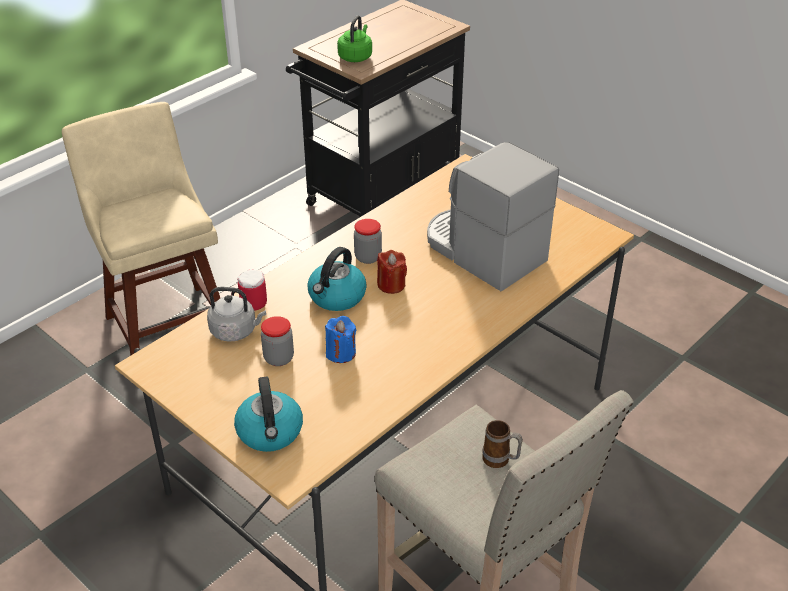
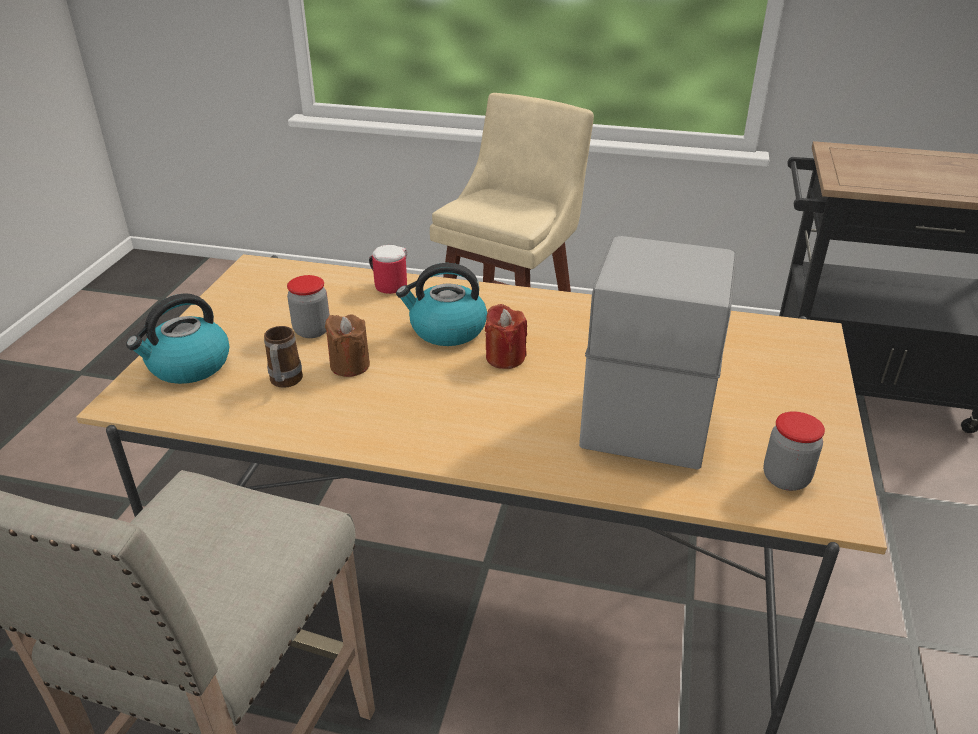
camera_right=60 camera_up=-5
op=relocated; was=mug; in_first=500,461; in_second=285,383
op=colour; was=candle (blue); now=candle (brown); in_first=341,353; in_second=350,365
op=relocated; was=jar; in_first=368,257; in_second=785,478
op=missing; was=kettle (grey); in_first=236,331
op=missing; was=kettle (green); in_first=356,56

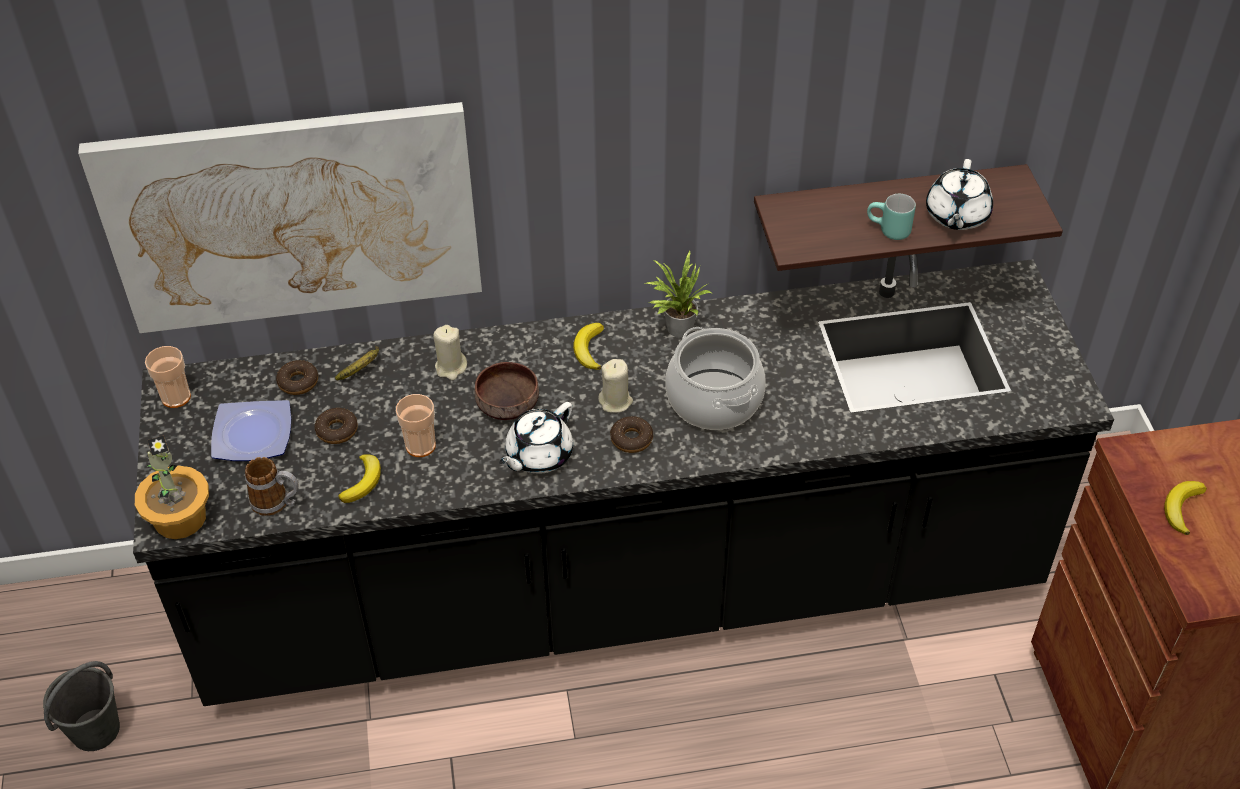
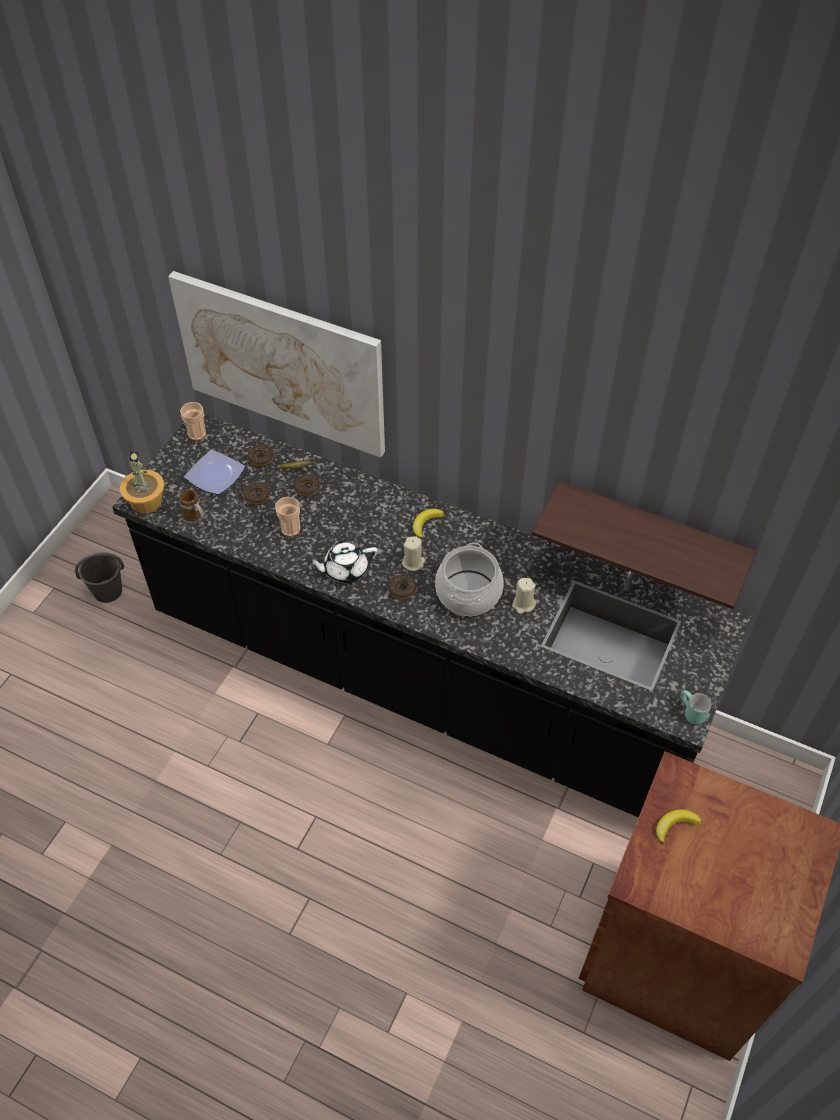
camera_right=35 camera_up=5
op=appeared; now=donut; in_second=307,488
op=relocated; was=candle (beige); in_first=451,367; in_second=523,604
op=relocated; was=mug (turquoise); in_first=888,231; in_second=690,713
op=missing; was=banana; in_first=363,481
op=missing; was=bowl (brown); in_first=507,402
op=missing; was=potted plant; in_first=676,328
op=missing; was=teapot (white); in_first=956,216

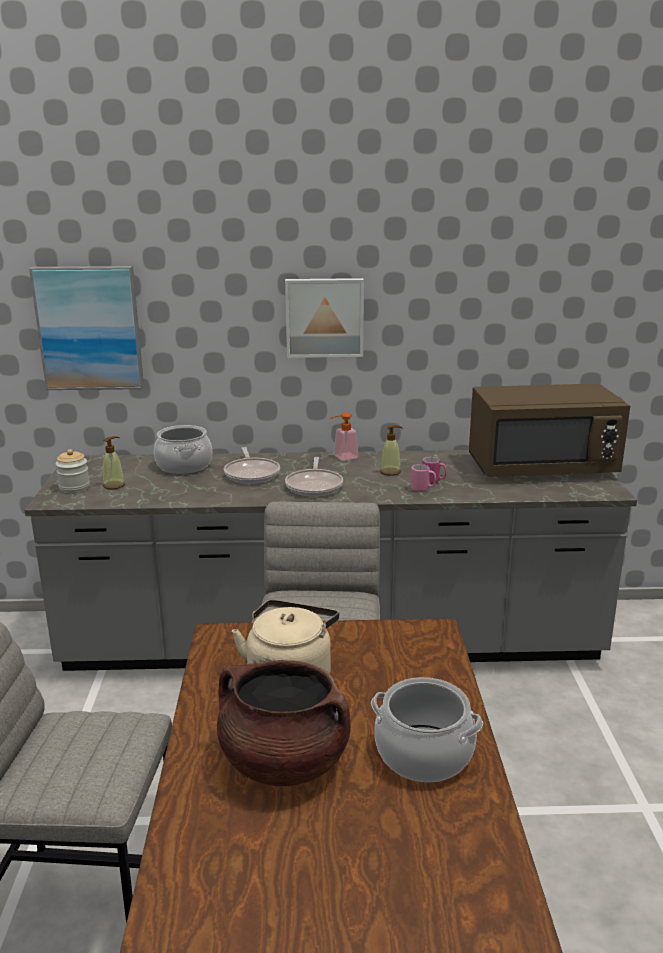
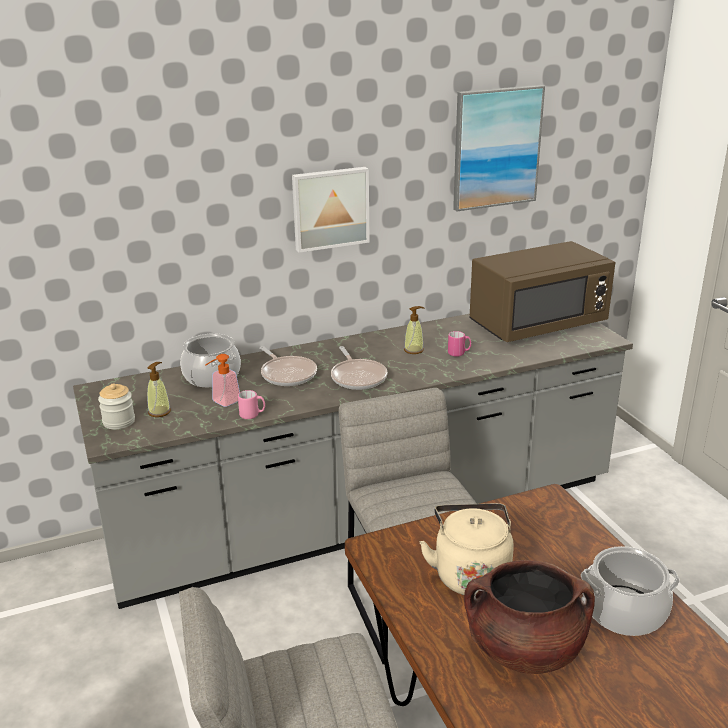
camera_right=-20 camera_up=5
op=relocated; was=soap dispenser; in_first=342,458; in_second=222,402
op=relocated; was=mug (pink); in_first=423,489; in_second=252,415
op=relocated; was=picture; in_first=89,328; in_second=496,147

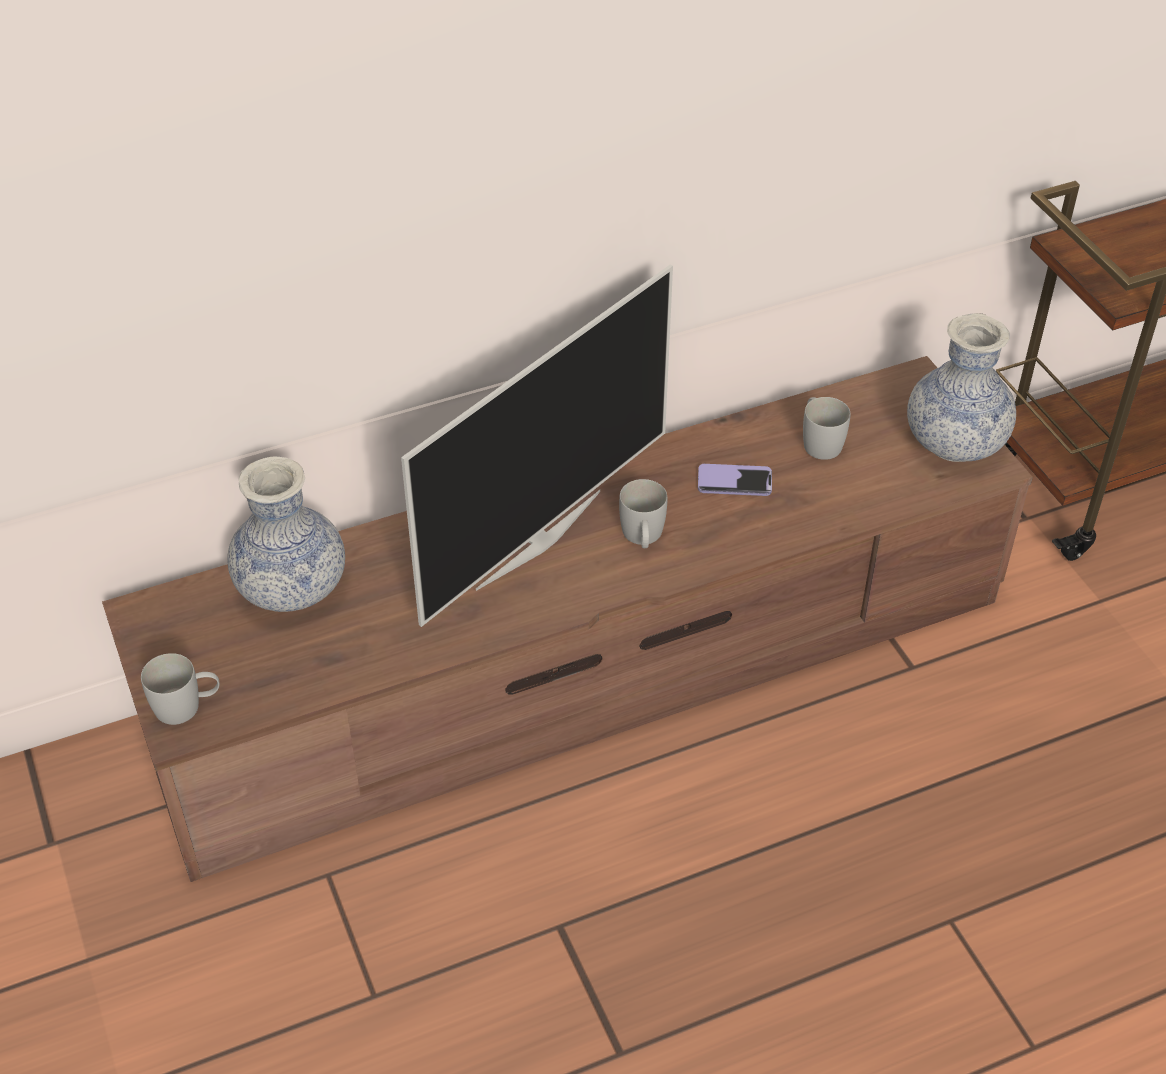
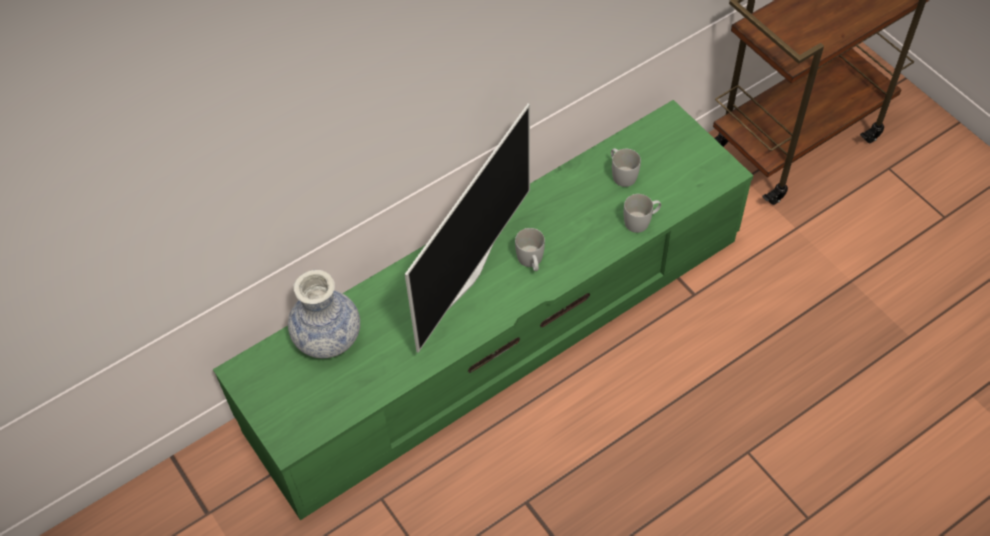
camera_right=-10 camera_up=10
op=colour; was=tv stand (brown); now=tv stand (green); in_first=583,660; in_second=497,328
op=relocated; was=mug (white); in_first=187,706; in_second=641,221
op=missing; was=phone; in_first=734,482
op=missing; was=vase; in_first=954,442

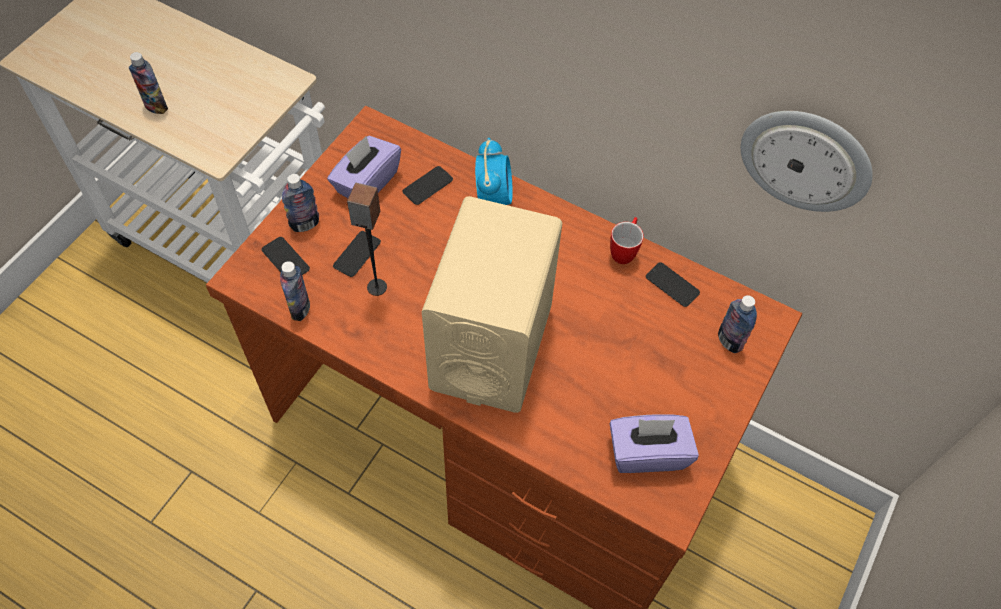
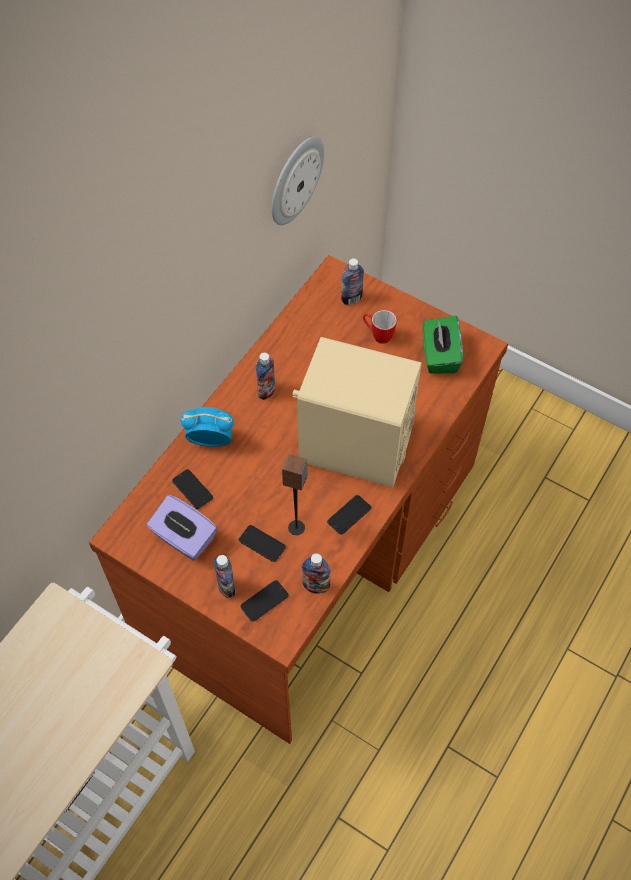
camera_right=-85 camera_up=0
op=relocated; was=bottle; in_first=156,107; in_second=266,391
op=relocated; was=phone; in_first=672,285; in_second=349,515
op=relocated; was=mug; in_first=624,251; in_second=378,335
op=colour; was=tissue box (purple); now=tissue box (green); in_first=647,452; in_second=439,356

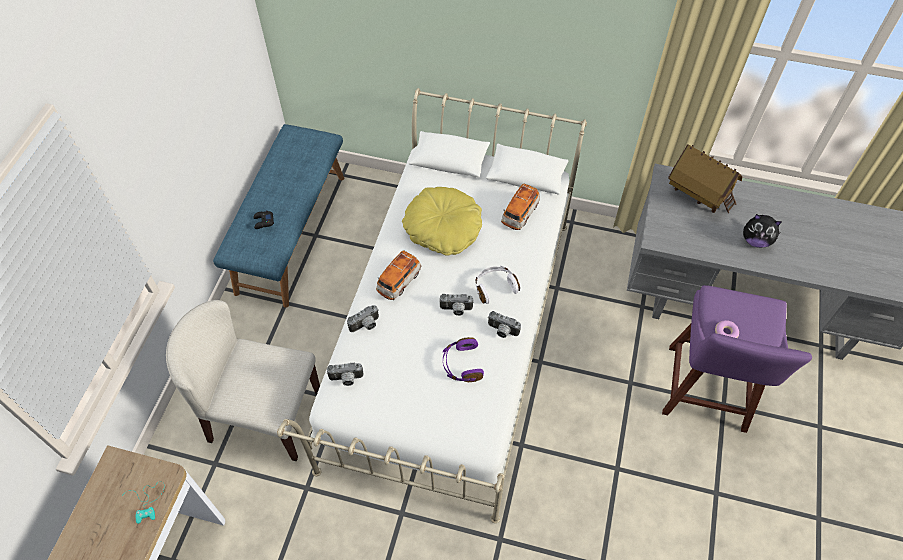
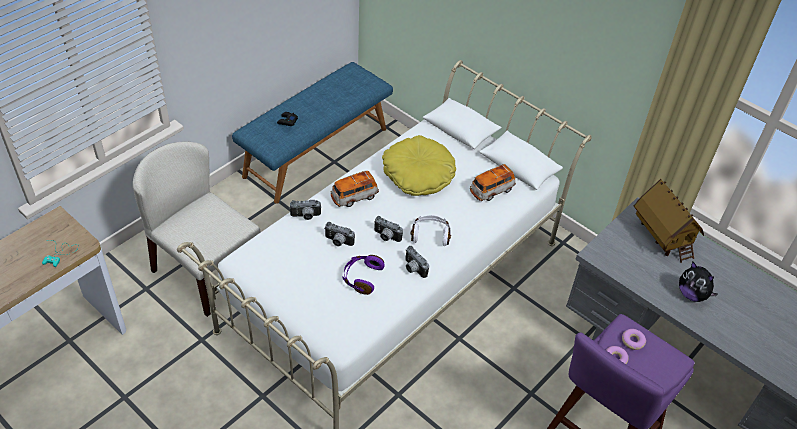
camera_right=25 camera_up=-10
op=relocated; was=photo camera; in_first=346,379; in_second=338,242
op=appeared; now=donut; in_second=633,341

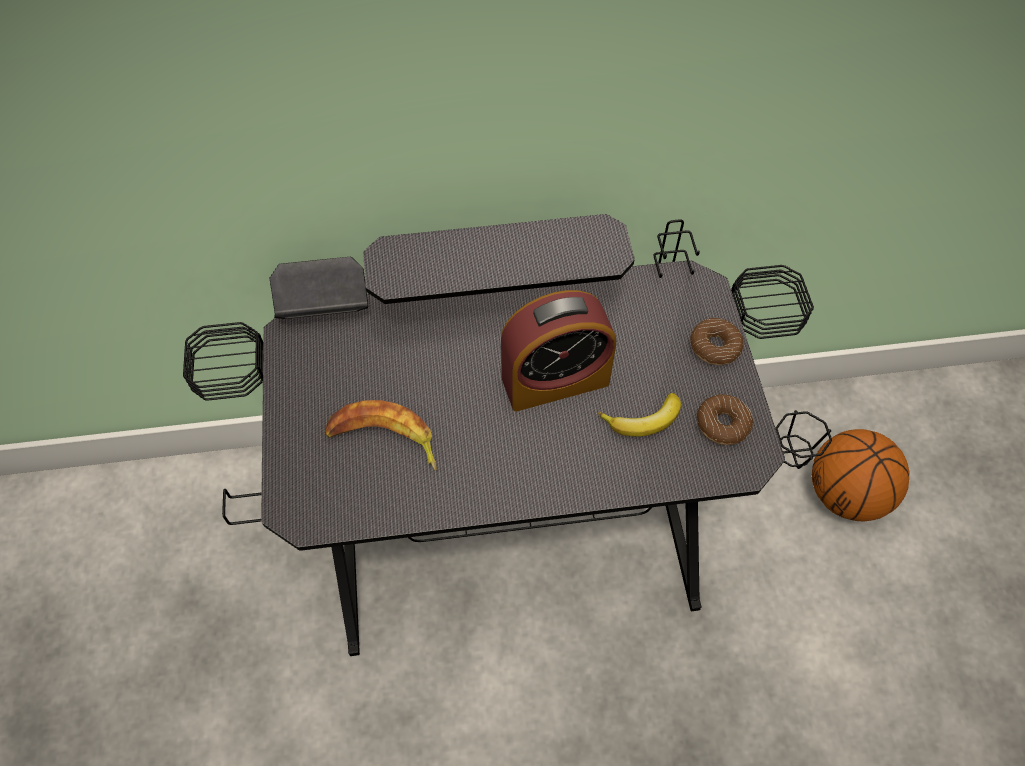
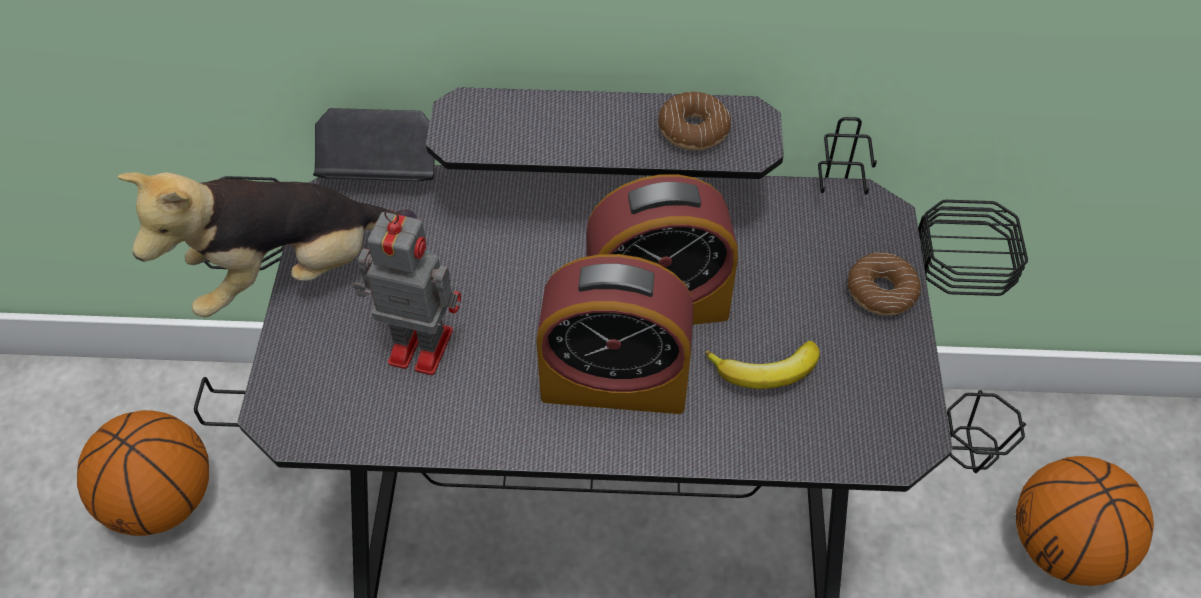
camera_right=10 camera_up=-5
op=appeared; now=basketball; in_second=163,500
op=appeared; now=plush toy; in_second=291,274
op=exchanged; was=banana; now=toy robot; in_first=384,440; in_second=417,346
op=appeared; now=alarm clock; in_second=614,382
op=relocated; was=donut; in_first=722,424; in_second=693,130

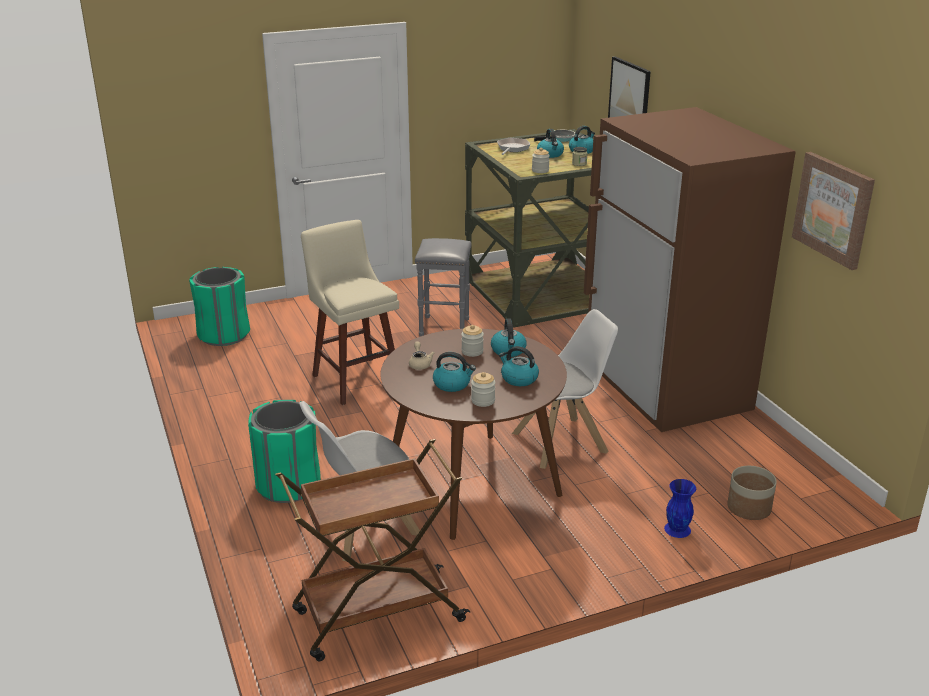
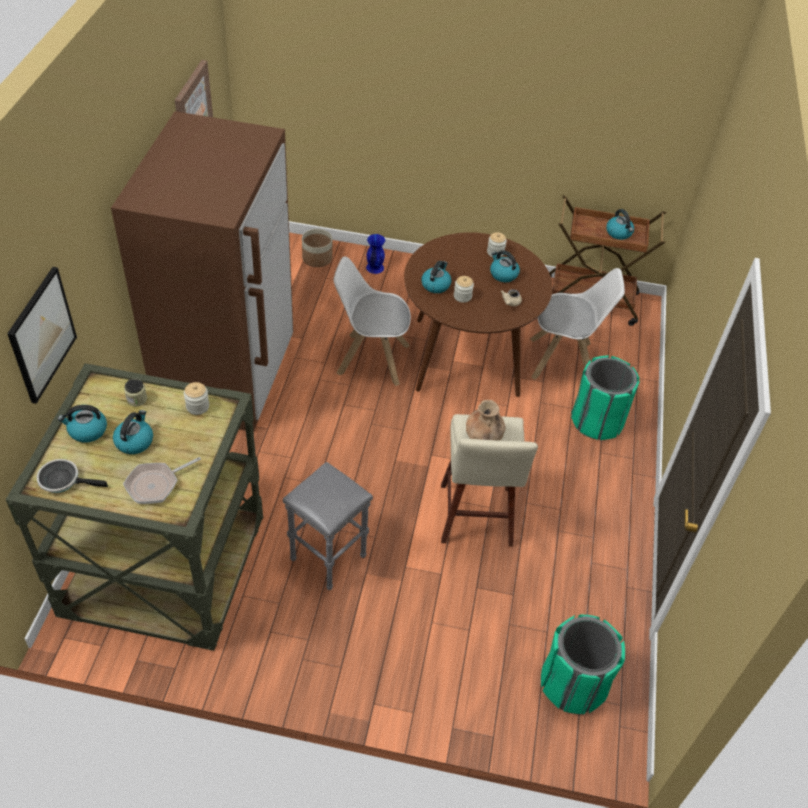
camera_right=-150 camera_up=20
op=appeared; now=vase (brown); in_second=483,439
op=relocated; was=kettle; in_first=518,379; in_second=619,233

